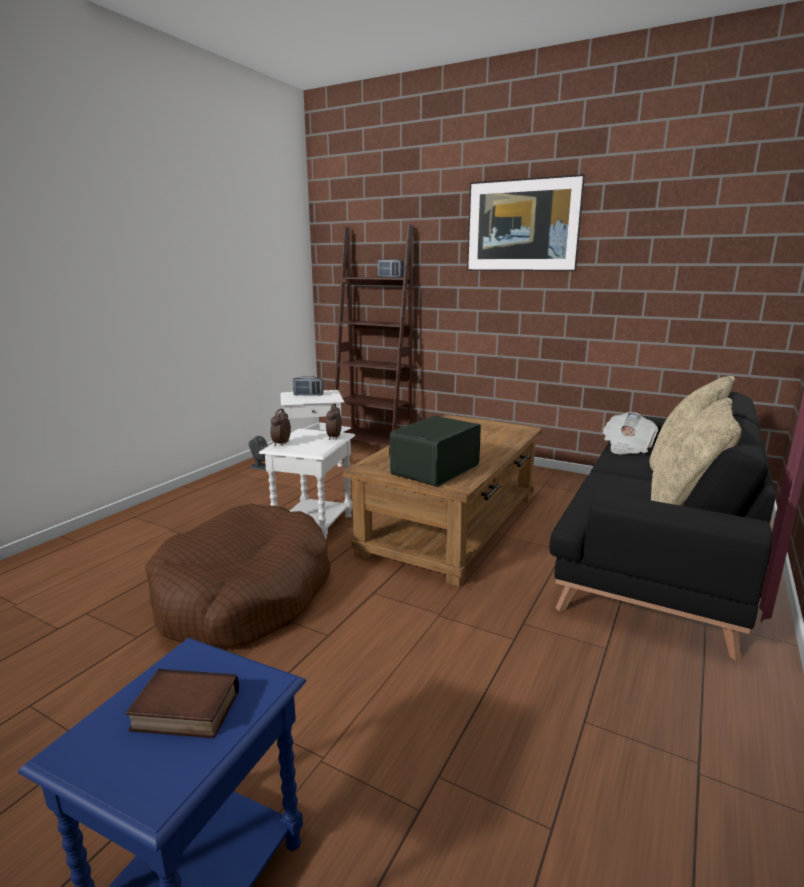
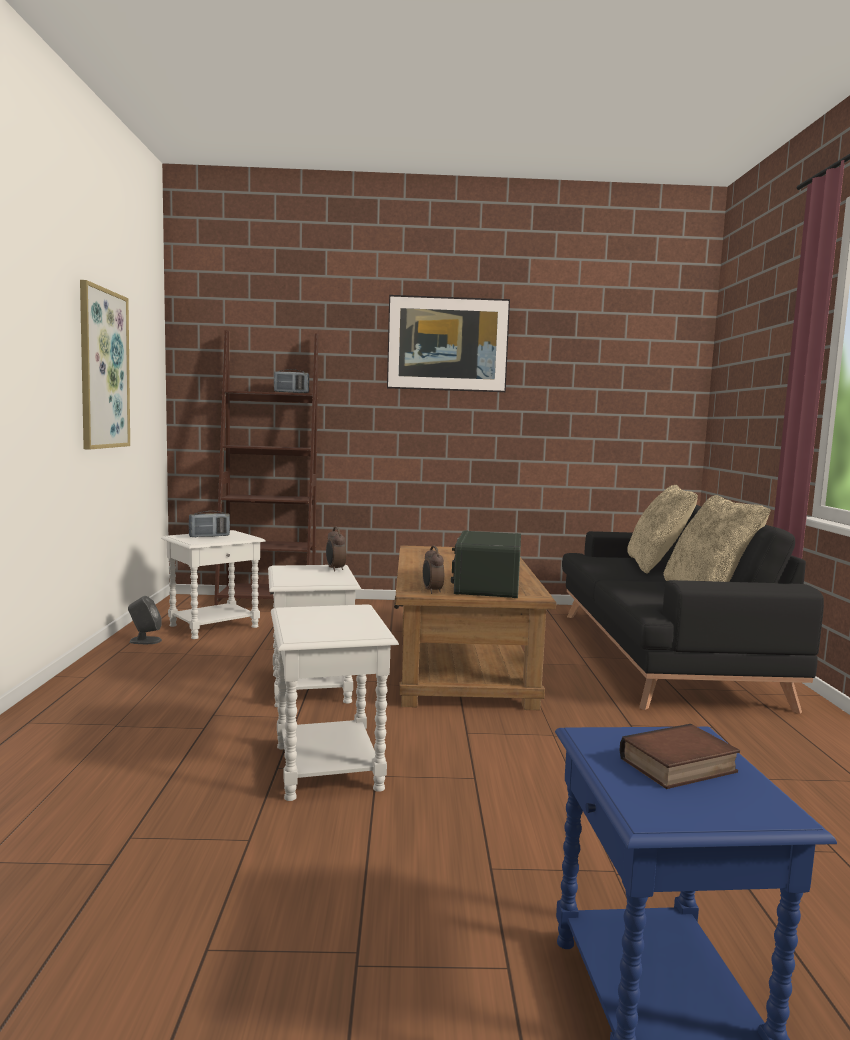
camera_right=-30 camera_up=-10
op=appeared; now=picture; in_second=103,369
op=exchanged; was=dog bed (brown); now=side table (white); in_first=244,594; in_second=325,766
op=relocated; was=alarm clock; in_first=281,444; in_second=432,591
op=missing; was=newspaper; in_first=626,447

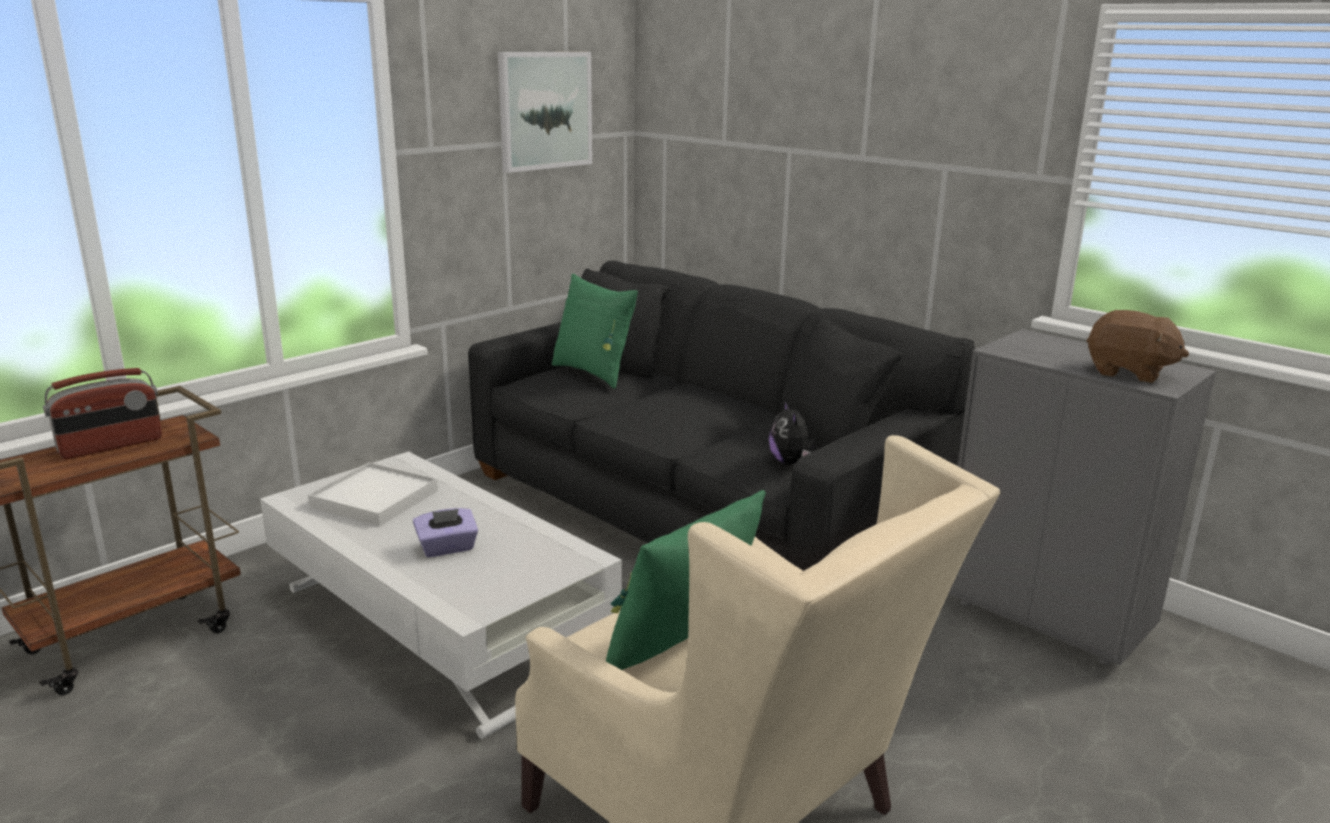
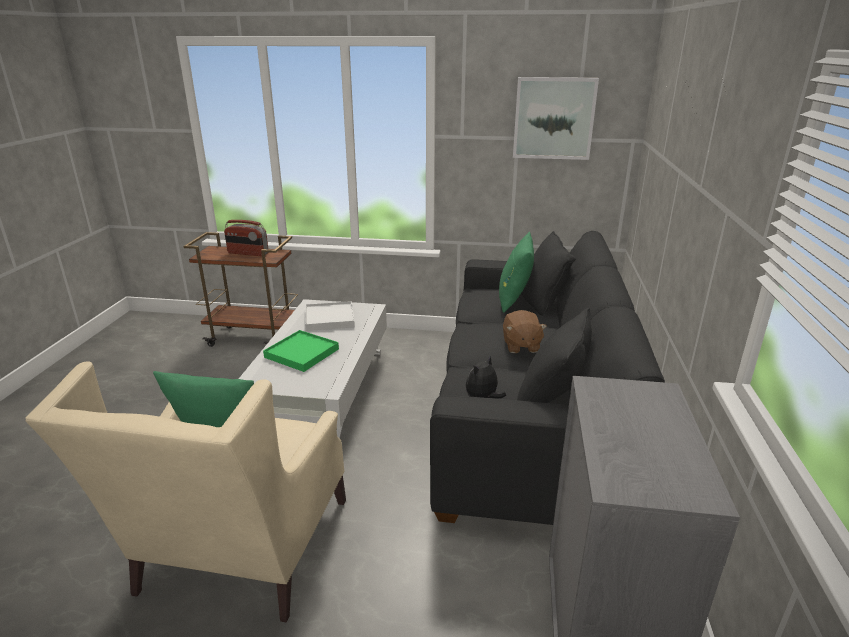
camera_right=55 camera_up=5
op=exchanged; was=tissue box (purple); now=tray (green); in_first=447,548; in_second=302,353
op=relocated; was=plush toy (brown); in_first=1128,373; in_second=521,346

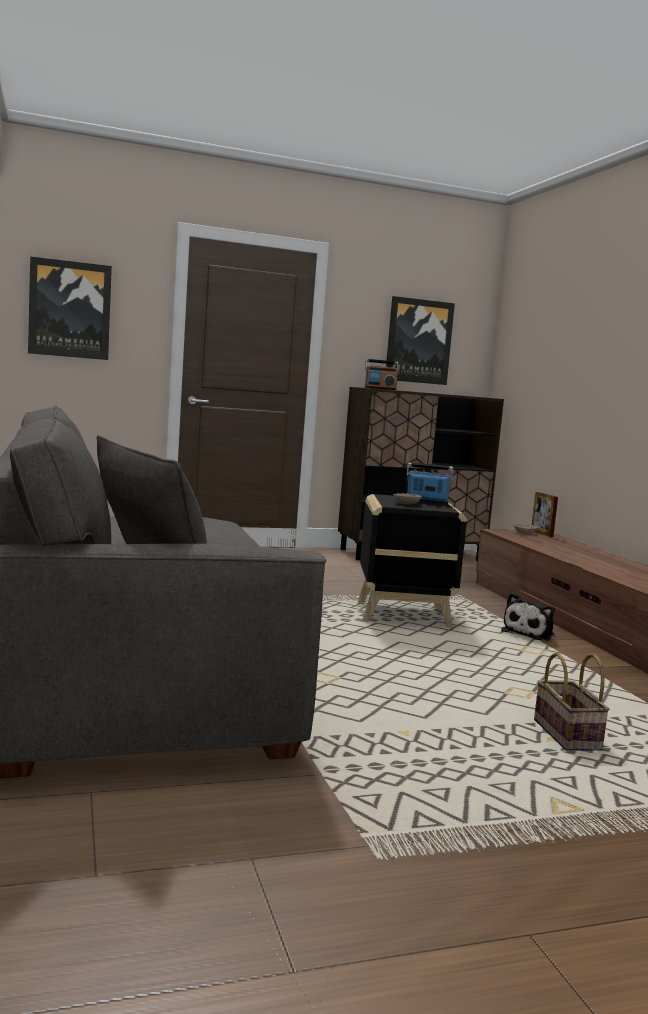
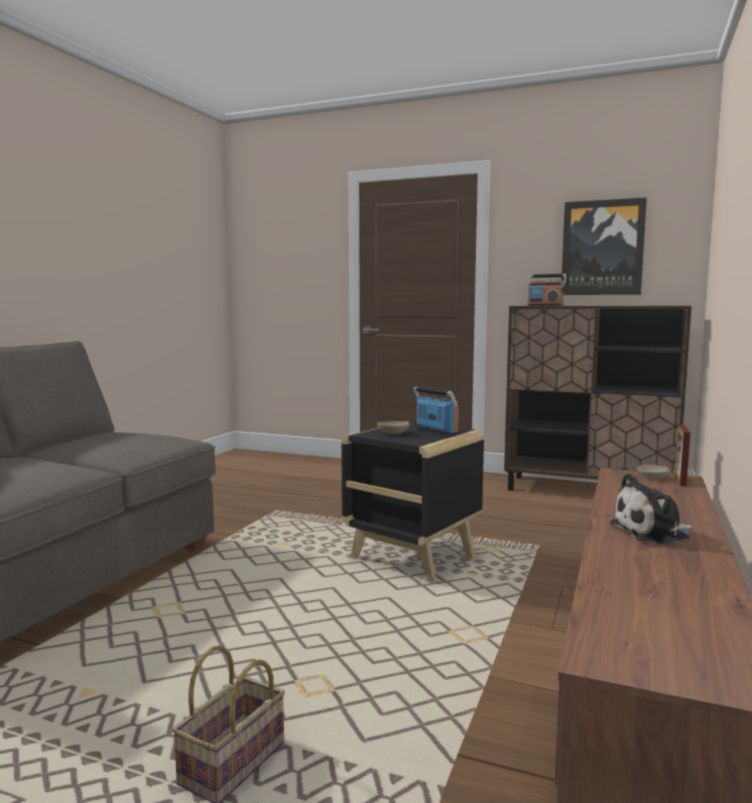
camera_right=40 camera_up=0
op=relocated; was=plush toy; in_first=530,633; in_second=653,532
op=missing; was=picture; in_first=70,309

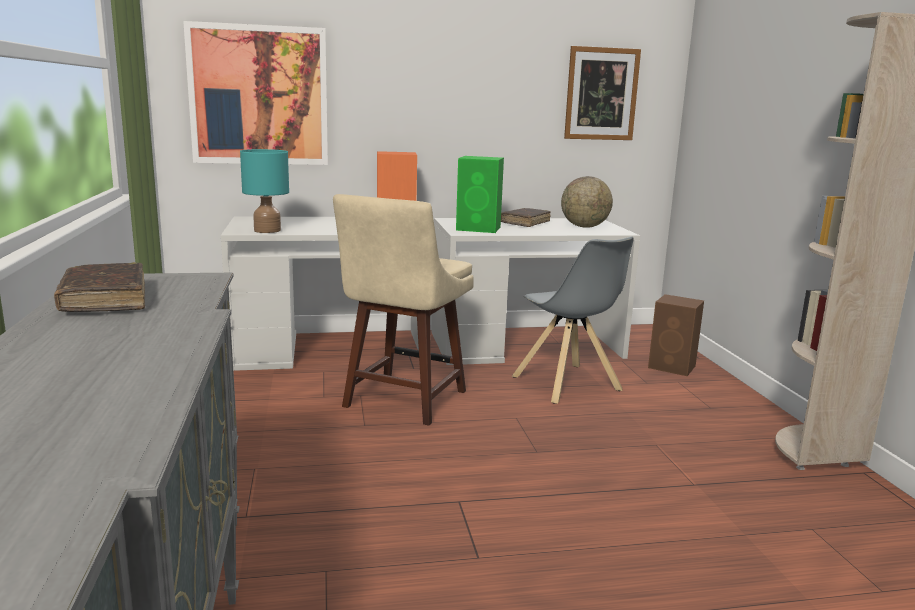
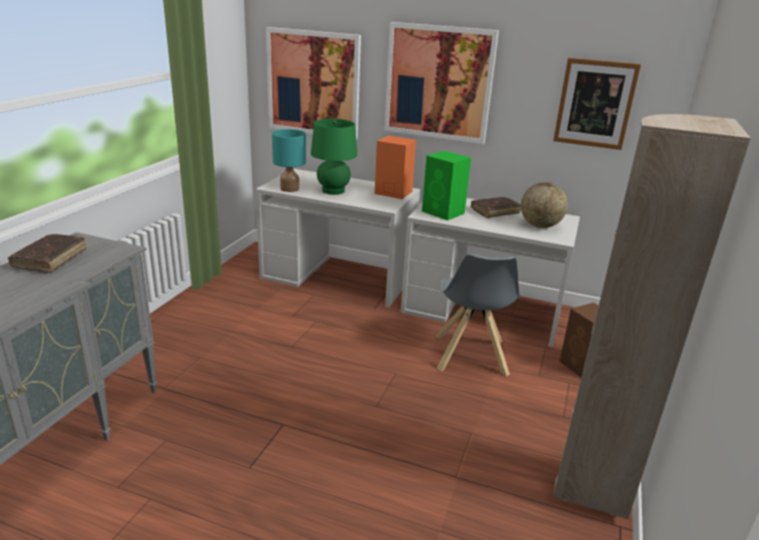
camera_right=30 camera_up=10
op=appeared; now=table lamp (green); in_second=333,191
op=appeared; now=picture; in_second=438,83
op=missing; was=stool (beige); in_first=403,400

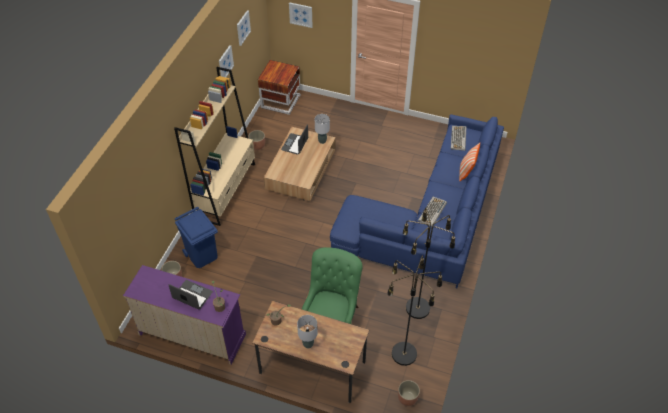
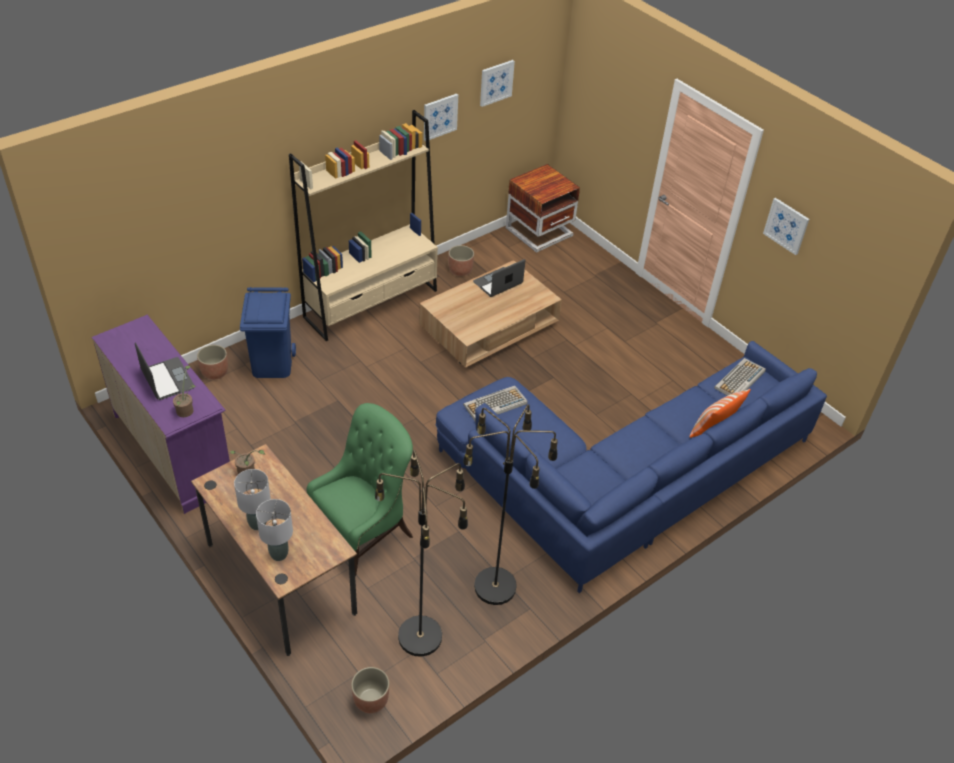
camera_right=30 camera_up=-5
op=relocated; was=table lamp (grey); in_first=322,141; in_second=279,554
op=relocated; was=keyboard; in_first=432,212; in_second=495,405
op=relocated; was=picture; in_first=301,14; in_second=786,225

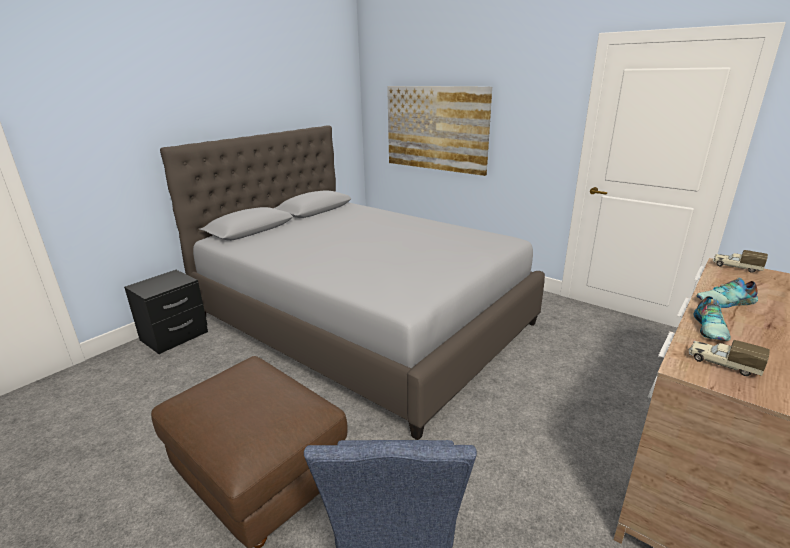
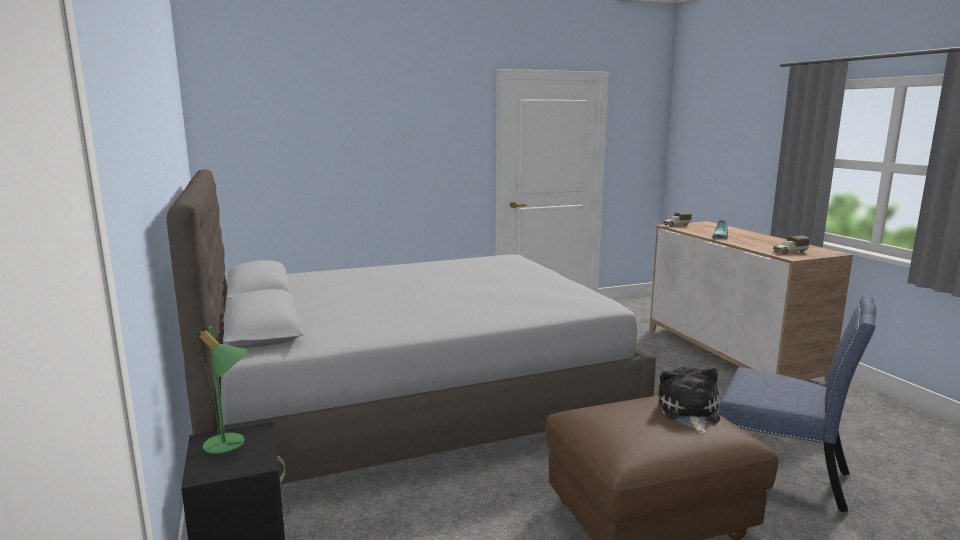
camera_right=-60 camera_up=-10
op=appeared; now=table lamp (green); in_second=230,445
op=appeared; now=plush toy; in_second=688,413
op=missing; was=picture; in_first=436,128
op=missing; was=shoe; in_first=711,328

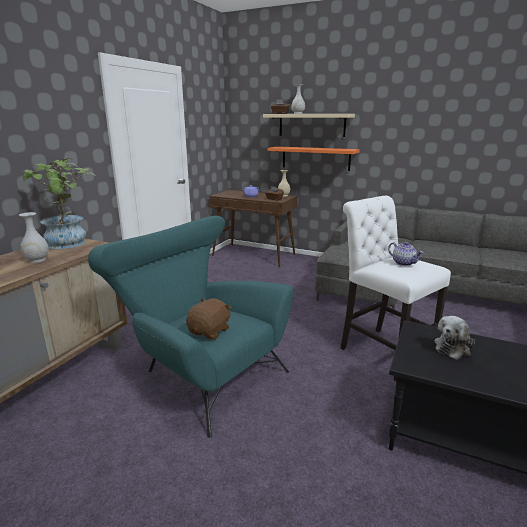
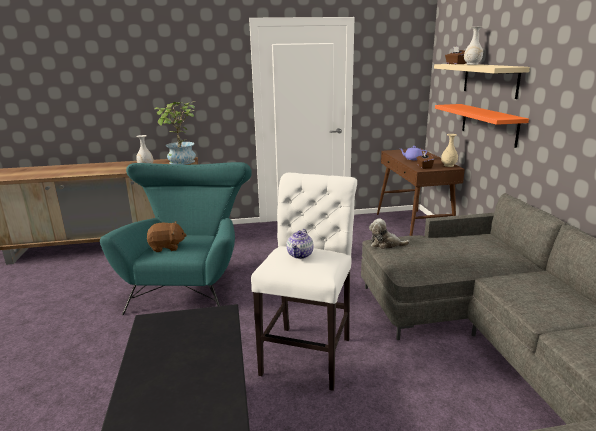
camera_right=55 camera_up=0
op=relocated; was=plush toy; in_first=453,347; in_second=385,244

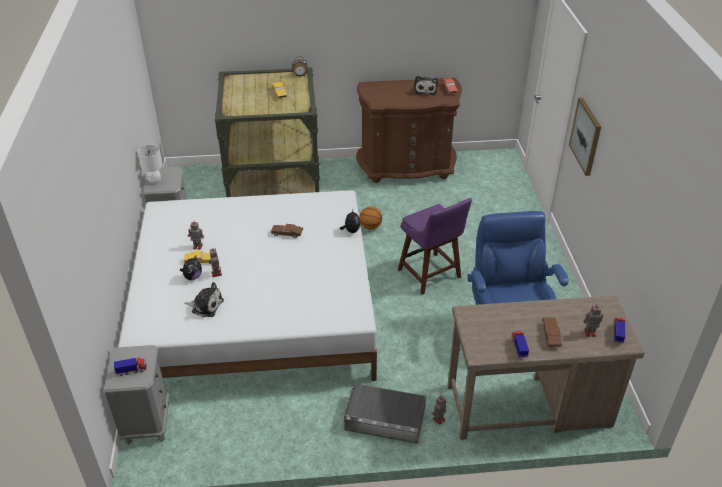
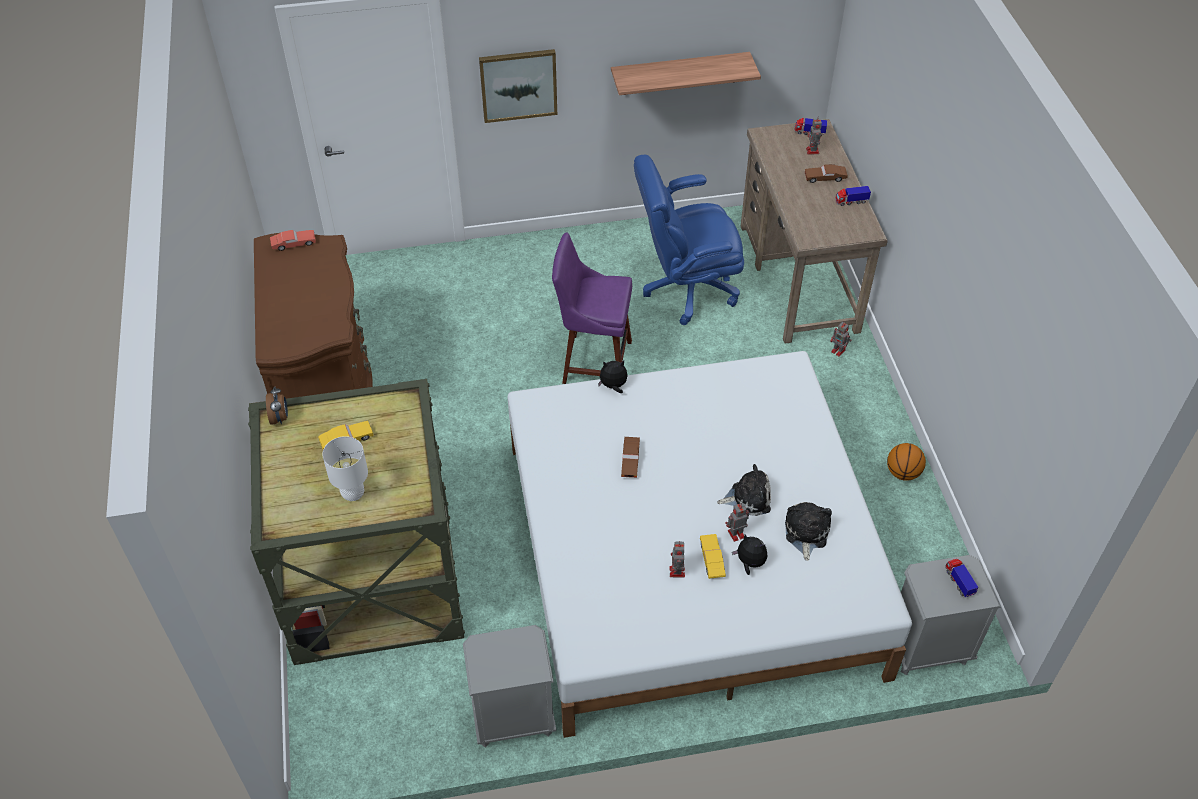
camera_right=-95 camera_up=10
op=relocated; was=table lamp (white); in_first=155,181; in_second=353,493
op=spun; was=chair (purple); in_first=431,275; in_second=592,361; clockwise=-135
op=appeared; now=shelf; in_second=680,73
op=relocated; was=plush toy; in_first=425,90; in_second=748,498
op=relocated; was=basketball; in_first=370,226; in_second=902,473
op=missing; was=storage box (grey); in_first=385,418

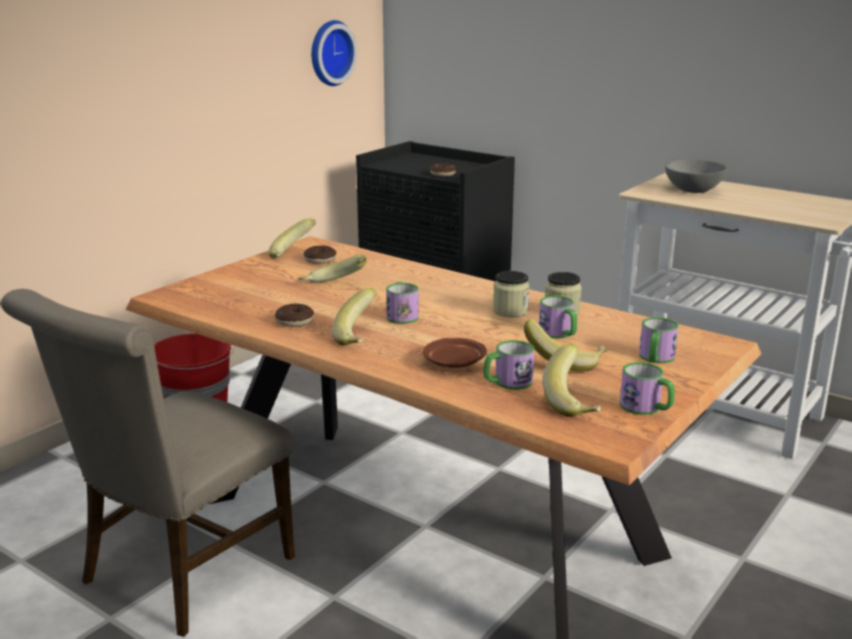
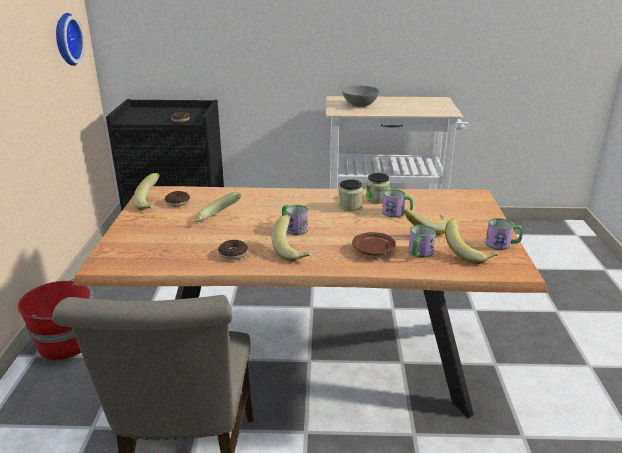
camera_right=-35 camera_up=5
op=missing; was=mug; in_first=655,358

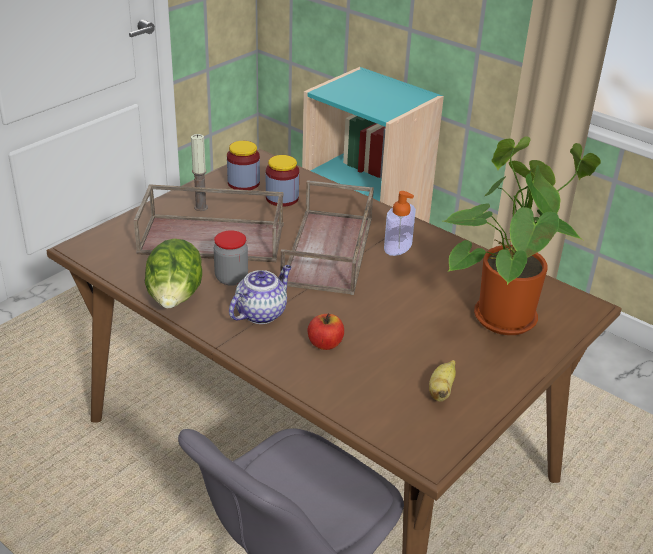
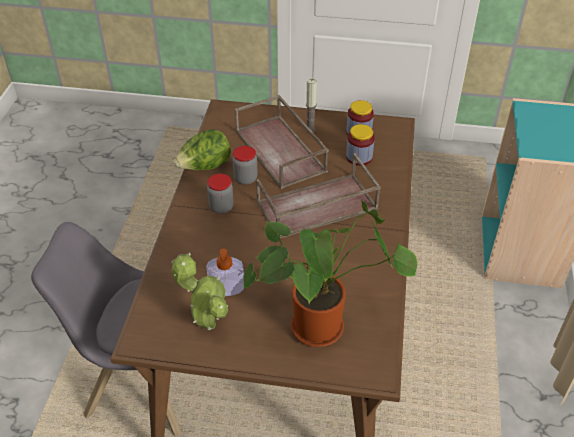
camera_right=60 camera_up=10
op=exchanged; was=banana; now=potted plant; in_first=441,391; in_second=206,323
op=relocated; was=soap dispenser; in_first=398,246; in_second=226,288
op=exchanged; was=teapot; now=jar; in_first=261,313; in_second=221,207
op=missing; was=apple; in_first=325,344

